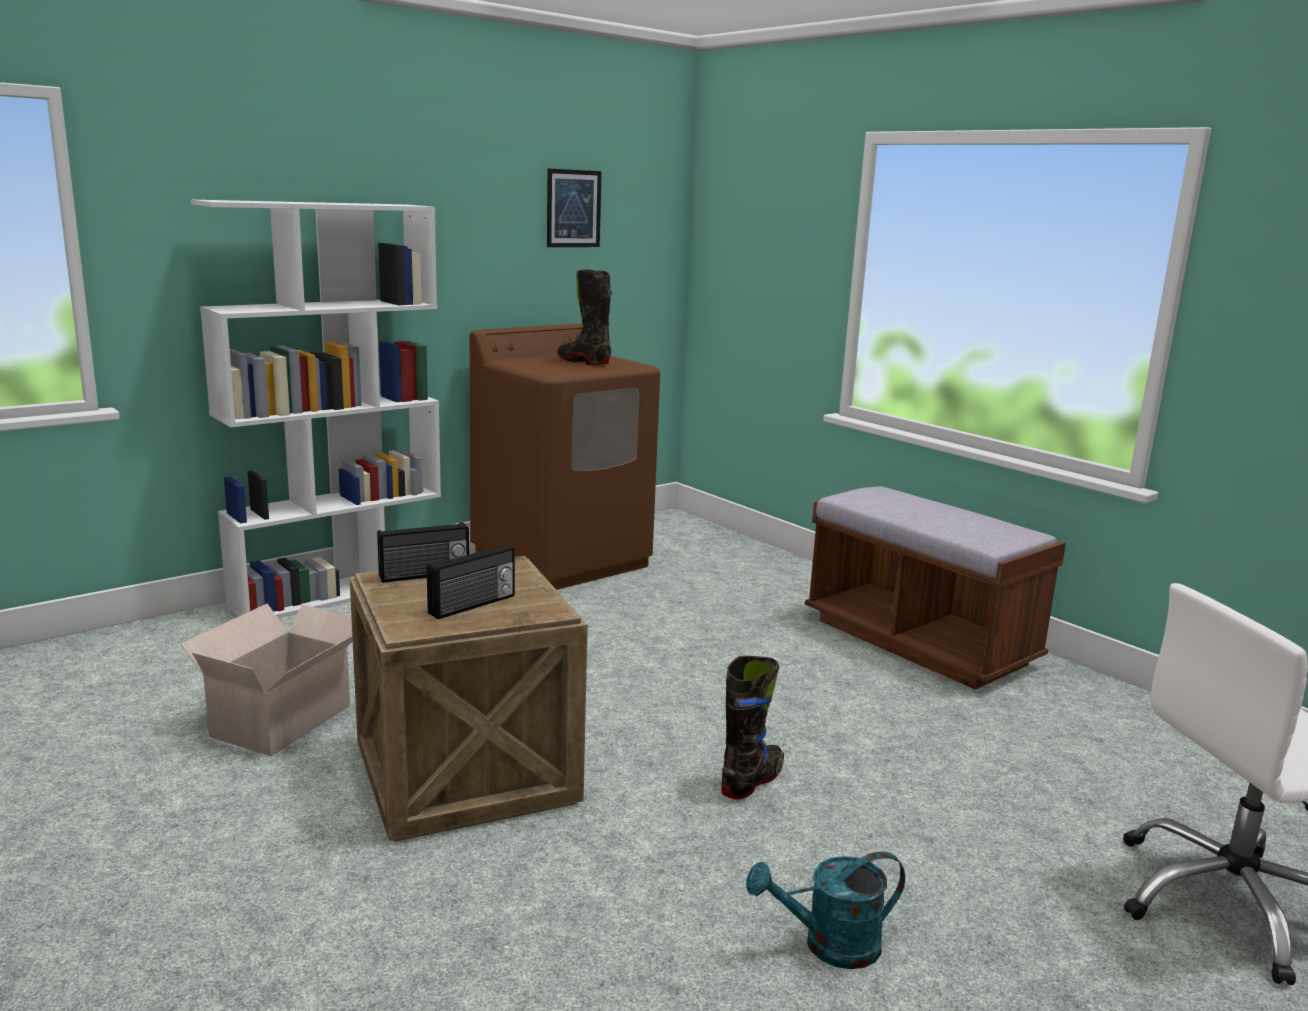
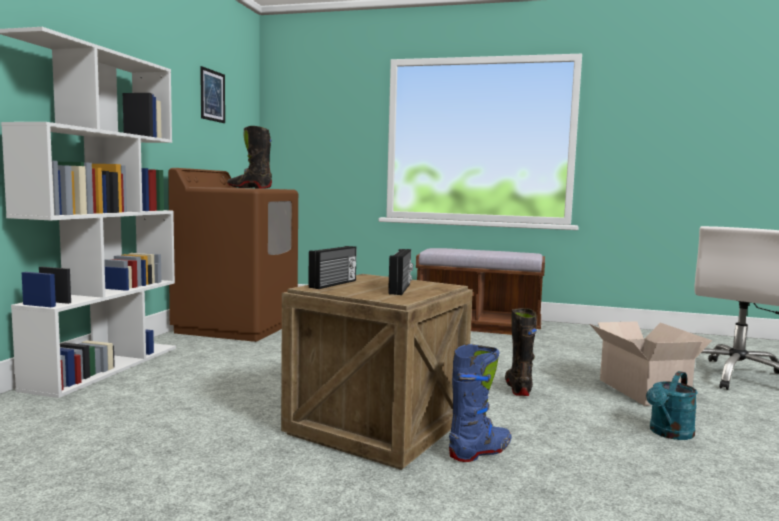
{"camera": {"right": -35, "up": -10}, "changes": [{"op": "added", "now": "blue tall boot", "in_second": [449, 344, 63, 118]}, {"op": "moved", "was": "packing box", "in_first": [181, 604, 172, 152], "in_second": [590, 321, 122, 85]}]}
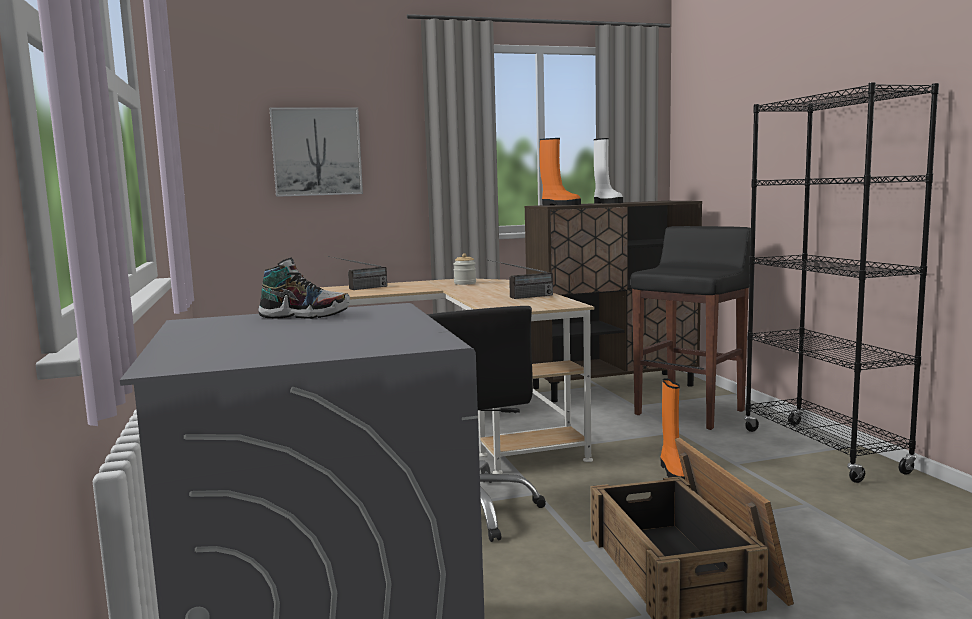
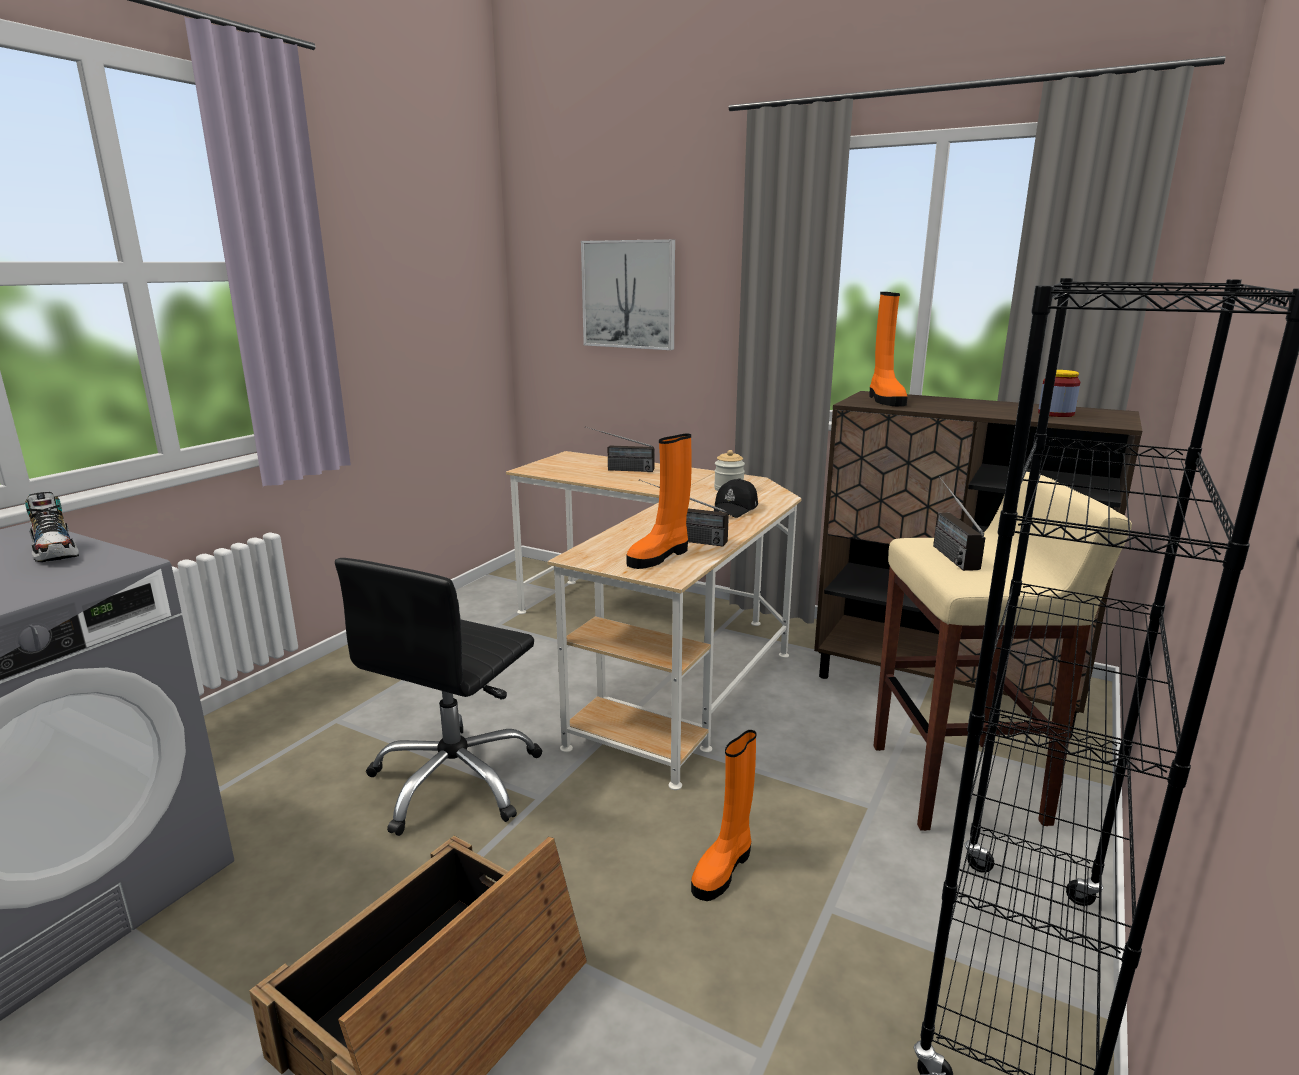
{"camera": {"right": 45, "up": 10}, "changes": [{"op": "added", "now": "orange tall boot", "in_second": [627, 434, 65, 135]}, {"op": "added", "now": "black cap", "in_second": [714, 478, 44, 40]}, {"op": "recoloured", "was": "black stool seat", "now": "beige-coloured stool seat", "in_first": [631, 226, 120, 204], "in_second": [874, 472, 258, 359]}, {"op": "added", "now": "radio", "in_second": [933, 476, 52, 95]}, {"op": "added", "now": "jar", "in_second": [1038, 370, 42, 47]}, {"op": "removed", "was": "white tall boot", "in_first": [594, 138, 29, 65]}]}
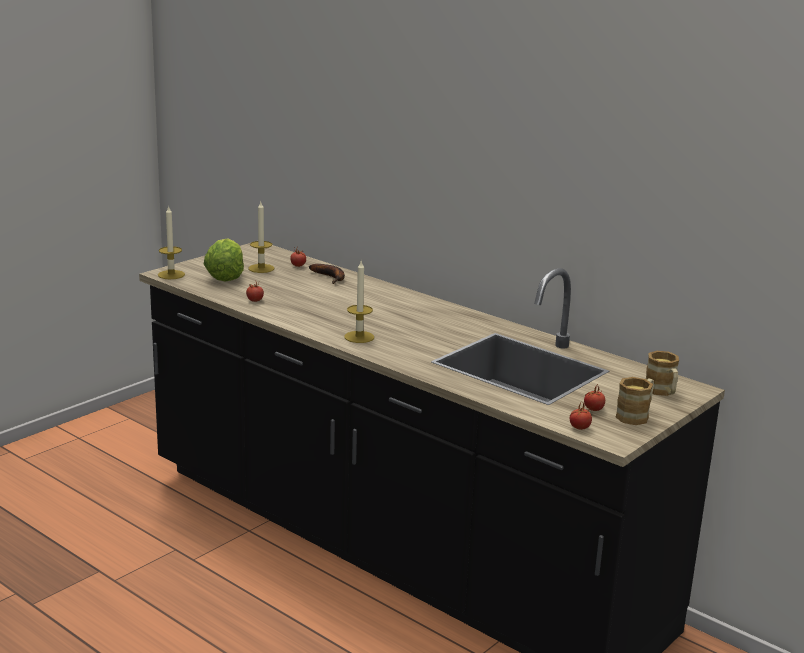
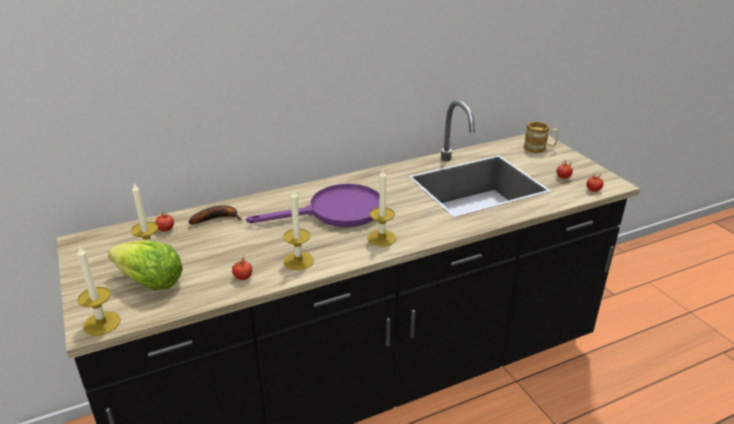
{"camera": {"right": -65, "up": 10}, "changes": [{"op": "added", "now": "purple-coloured frying pan", "in_second": [246, 184, 133, 43]}, {"op": "added", "now": "wax light", "in_second": [283, 188, 31, 82]}, {"op": "removed", "was": "tea mug", "in_first": [615, 377, 39, 48]}]}
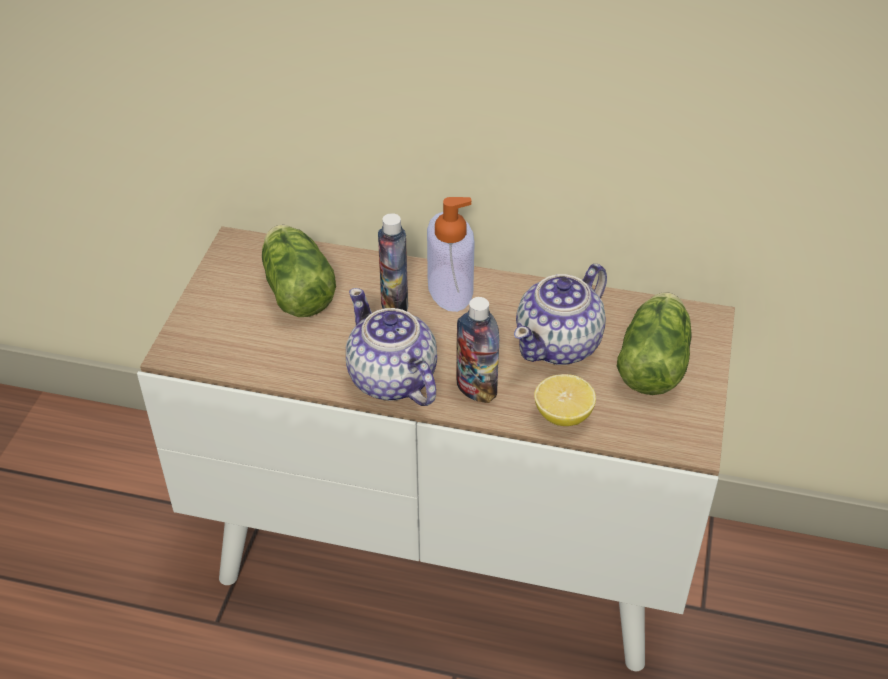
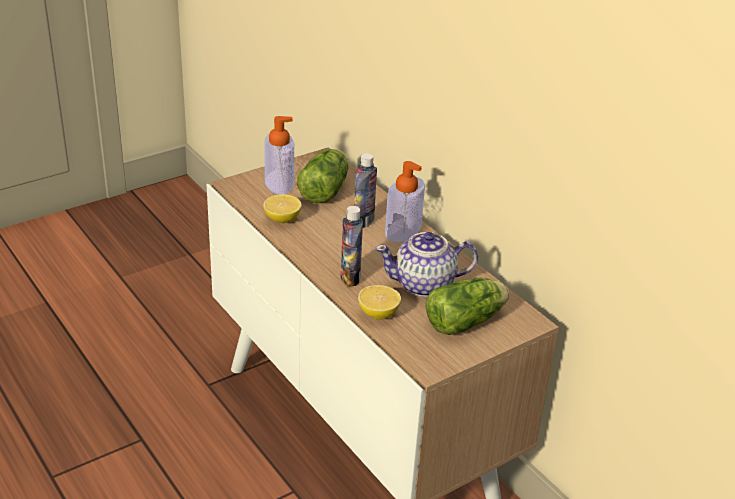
{"camera": {"right": 40, "up": -10}, "changes": [{"op": "added", "now": "whole lemon", "in_second": [263, 194, 39, 29]}, {"op": "added", "now": "soap bottle", "in_second": [264, 116, 30, 78]}, {"op": "removed", "was": "teapot", "in_first": [346, 288, 91, 118]}]}
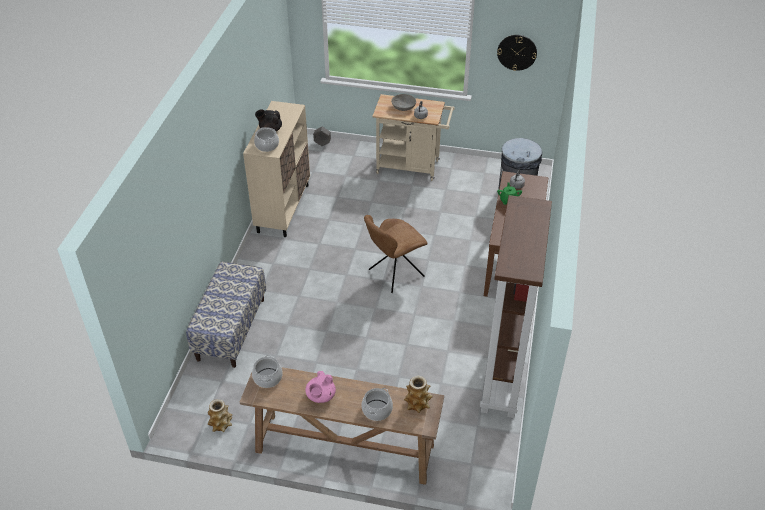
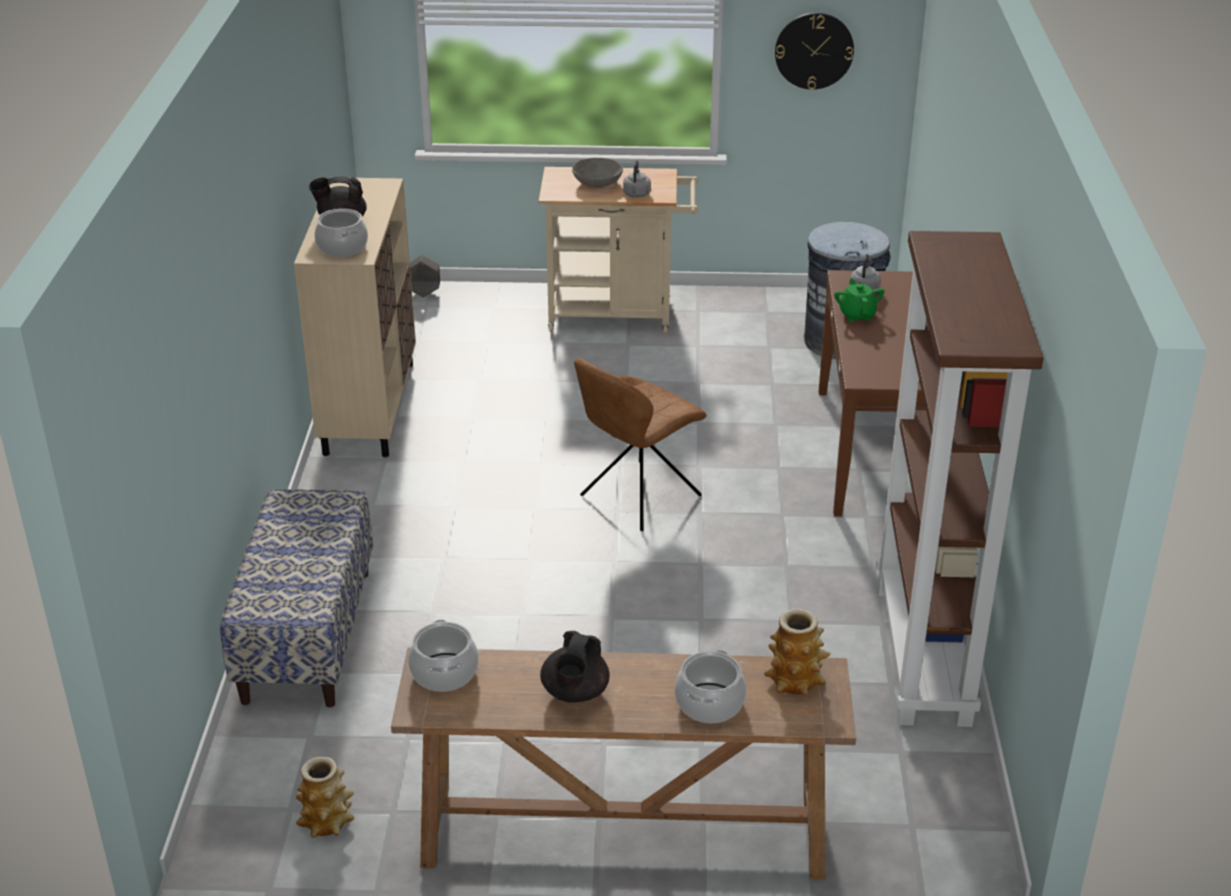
{"camera": {"right": -10, "up": -10}, "changes": [{"op": "recoloured", "was": "pinkish teapot", "now": "black teapot", "in_first": [305, 371, 31, 32], "in_second": [540, 631, 70, 72]}]}
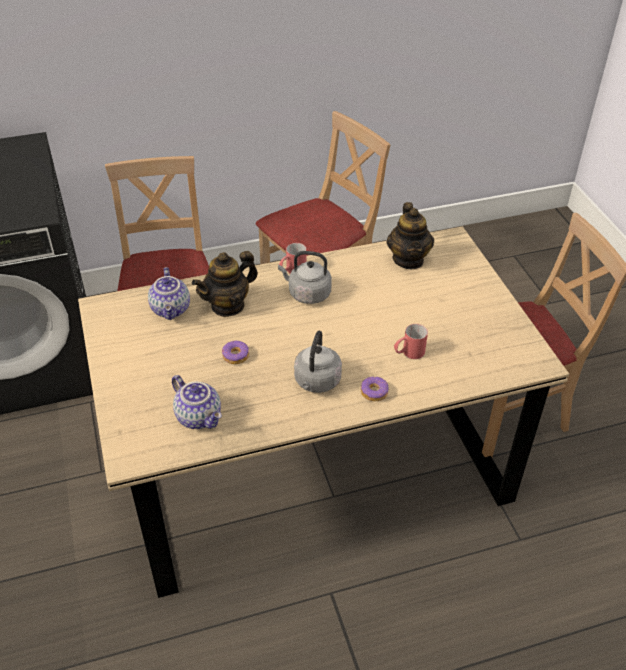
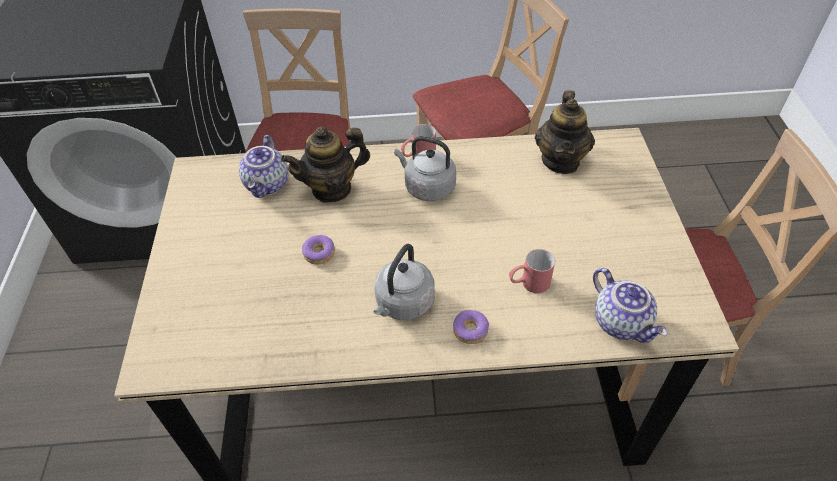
{"camera": {"right": 15, "up": 5}, "changes": [{"op": "moved", "was": "teapot", "in_first": [172, 375, 49, 54], "in_second": [593, 268, 74, 75]}]}
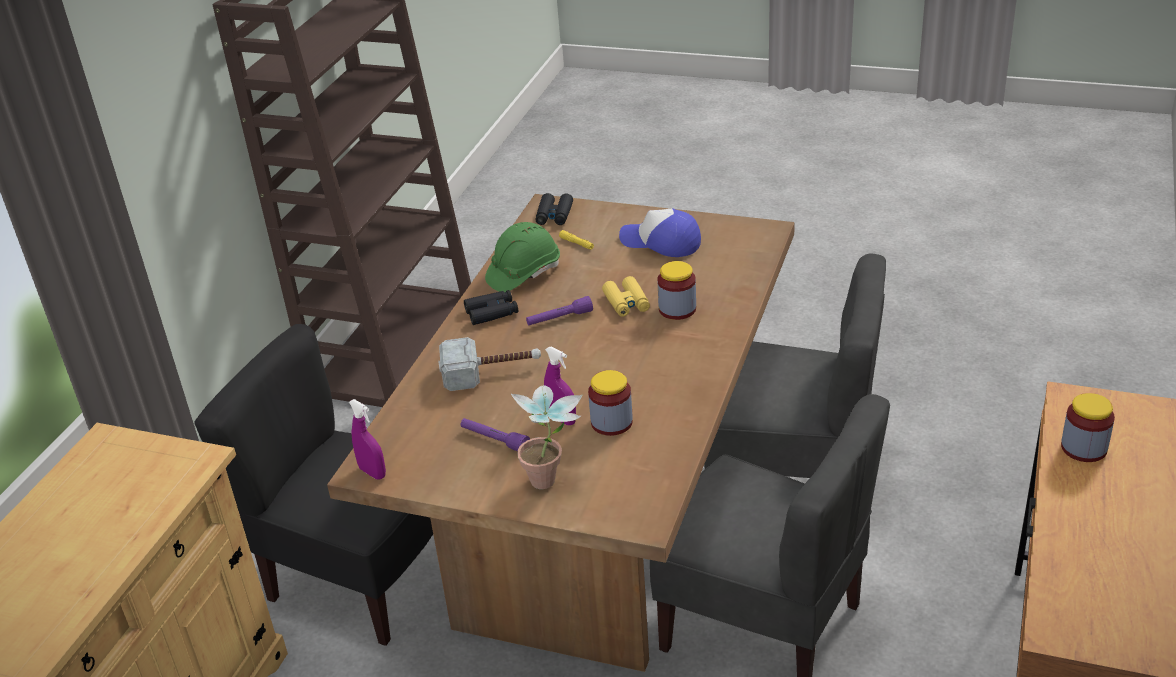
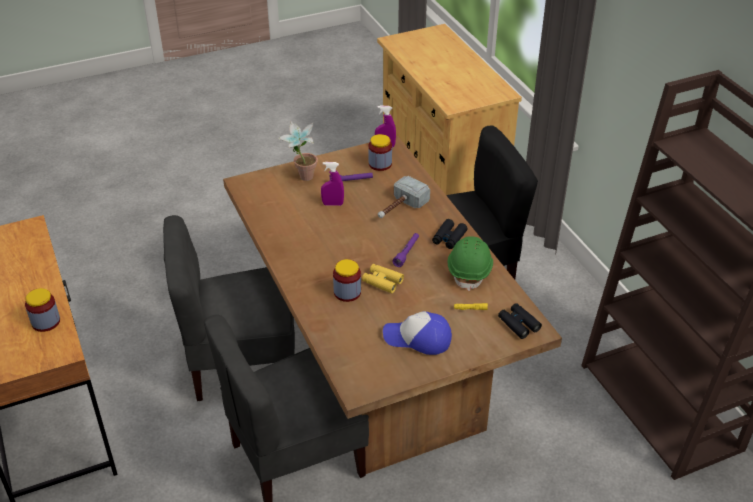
{"camera": {"right": 135, "up": 5}, "changes": [{"op": "moved", "was": "jar", "in_first": [588, 370, 45, 66], "in_second": [368, 134, 24, 37]}, {"op": "turned", "was": "cap", "in_first": [619, 208, 82, 49], "in_second": [383, 311, 69, 44], "clockwise": -150}]}
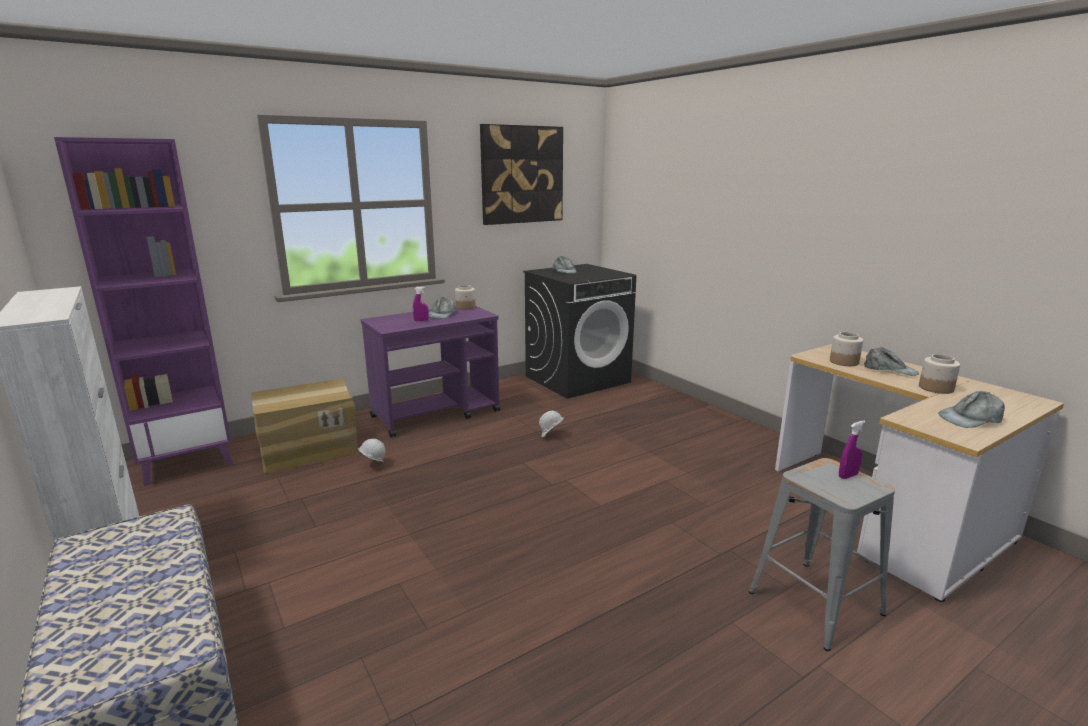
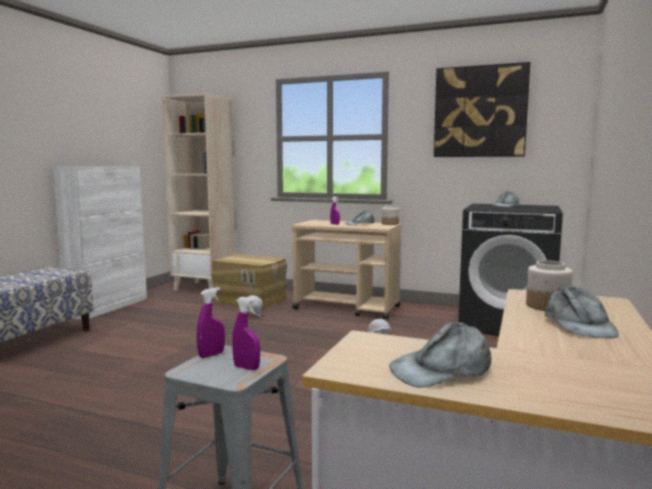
{"camera": {"right": 55, "up": -10}, "changes": [{"op": "recoloured", "was": "purple-coloured bookcase", "now": "beige-coloured bookcase", "in_first": [54, 137, 179, 349], "in_second": [162, 93, 74, 198]}, {"op": "added", "now": "purple-coloured spray bottle", "in_second": [197, 287, 28, 71]}, {"op": "recoloured", "was": "purple-coloured trolley", "now": "beige-coloured trolley", "in_first": [360, 306, 140, 132], "in_second": [291, 220, 111, 100]}, {"op": "turned", "was": "greyish cap", "in_first": [938, 391, 67, 37], "in_second": [389, 322, 102, 66], "clockwise": -60}, {"op": "removed", "was": "jar", "in_first": [919, 354, 41, 40]}]}
